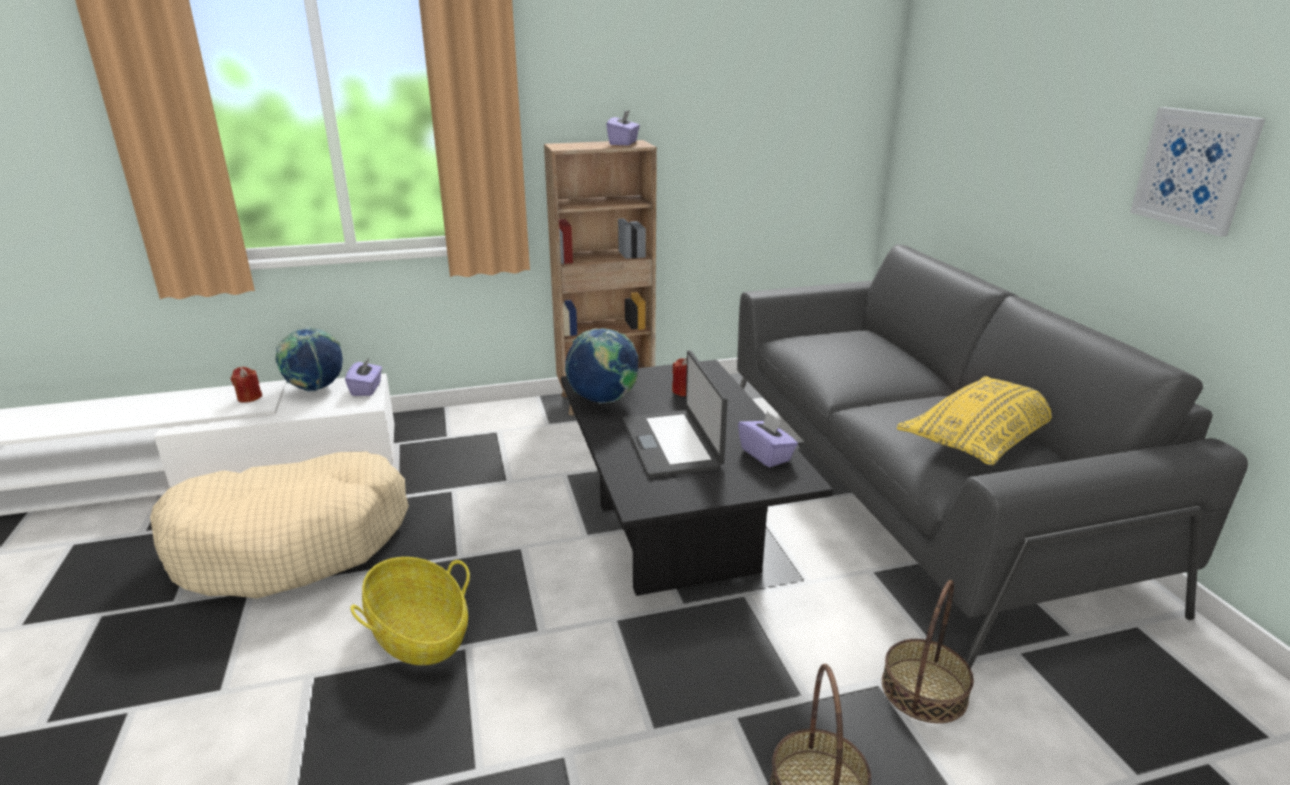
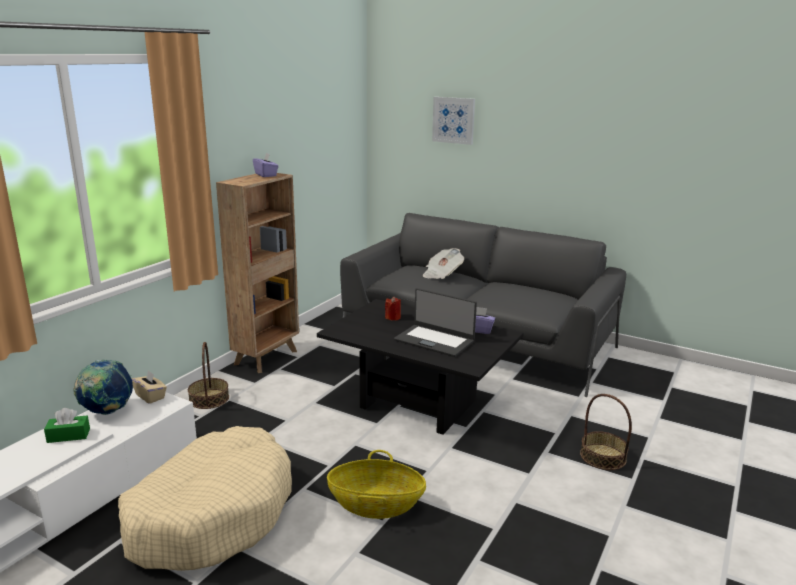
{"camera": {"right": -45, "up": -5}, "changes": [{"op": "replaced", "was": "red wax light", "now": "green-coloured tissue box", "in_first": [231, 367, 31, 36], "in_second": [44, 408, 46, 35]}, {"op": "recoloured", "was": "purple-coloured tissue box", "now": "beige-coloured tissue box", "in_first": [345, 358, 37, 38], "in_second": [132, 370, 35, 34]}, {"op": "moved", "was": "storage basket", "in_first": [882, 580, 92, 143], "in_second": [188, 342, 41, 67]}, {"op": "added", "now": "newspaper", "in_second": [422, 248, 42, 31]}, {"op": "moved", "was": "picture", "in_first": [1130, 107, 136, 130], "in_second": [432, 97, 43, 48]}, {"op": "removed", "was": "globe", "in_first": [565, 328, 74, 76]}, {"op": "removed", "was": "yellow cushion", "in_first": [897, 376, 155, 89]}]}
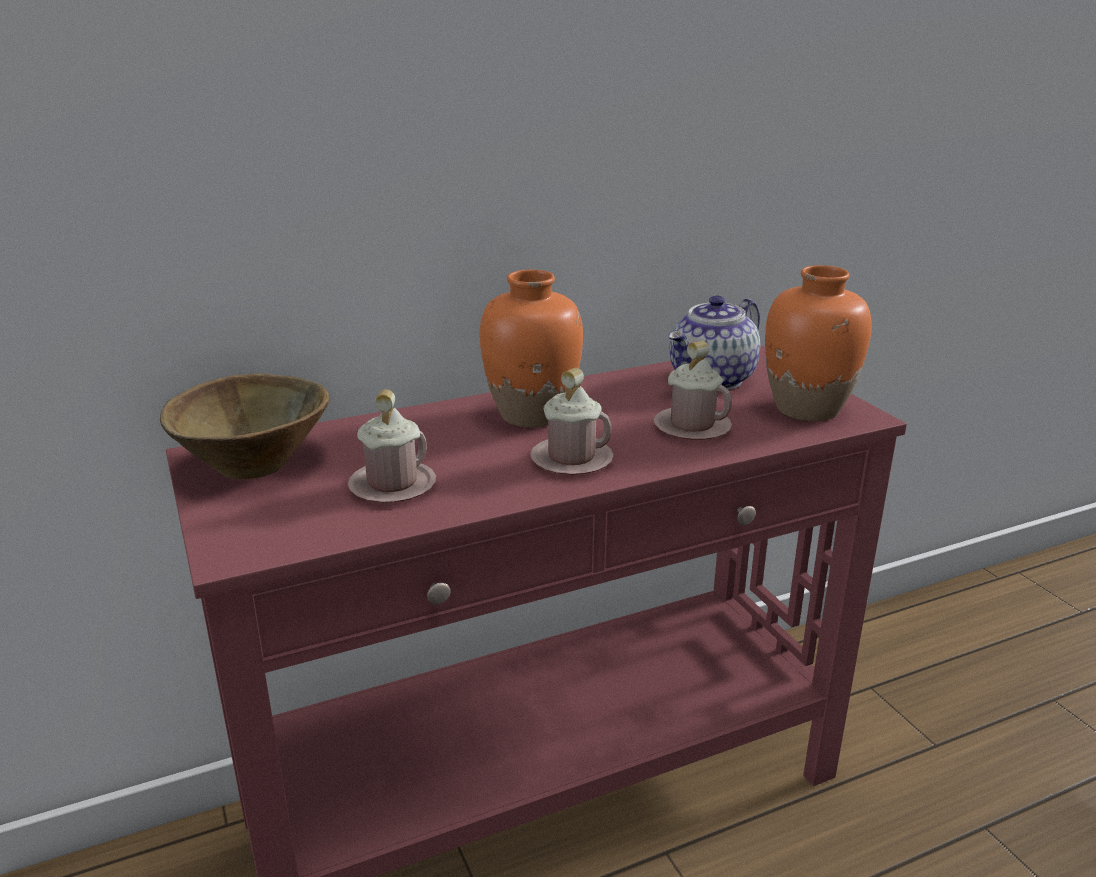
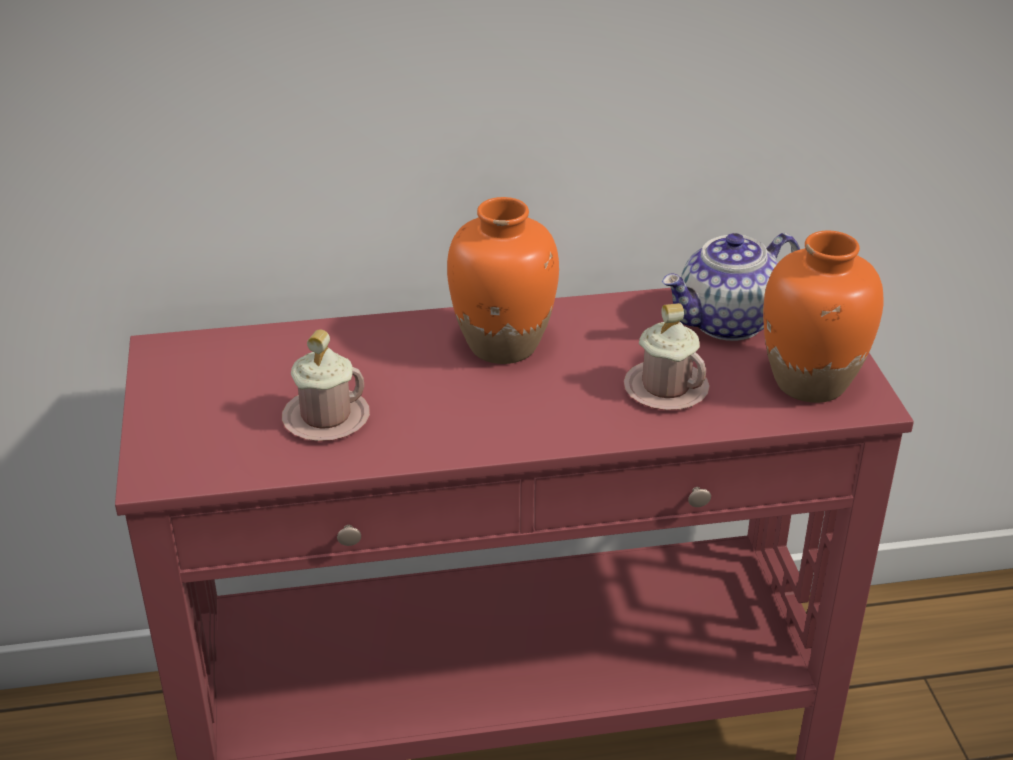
{"camera": {"right": 15, "up": 10}, "changes": [{"op": "removed", "was": "brown deep dish", "in_first": [160, 373, 170, 106]}, {"op": "removed", "was": "pinkish tea mug", "in_first": [530, 368, 84, 107]}]}
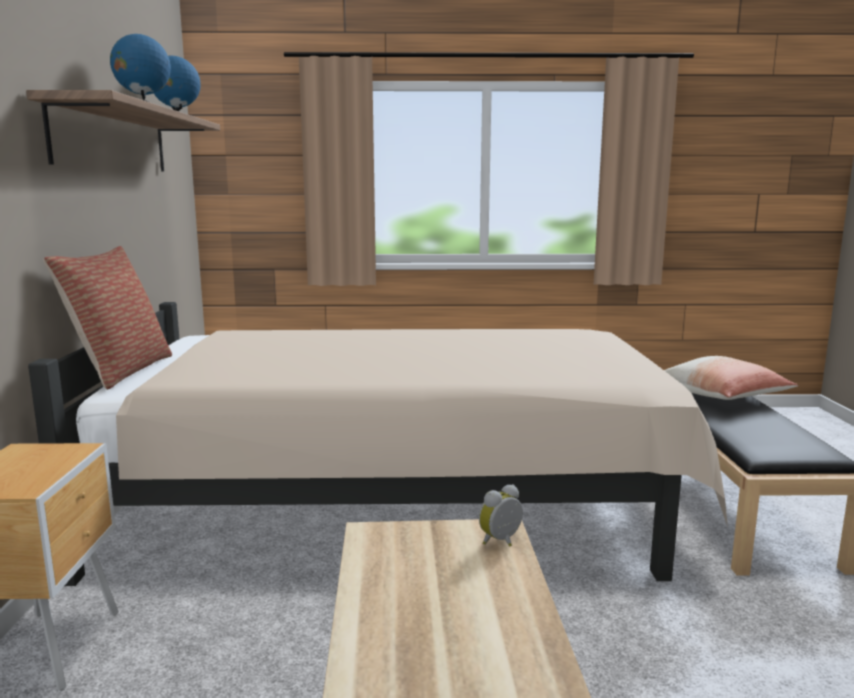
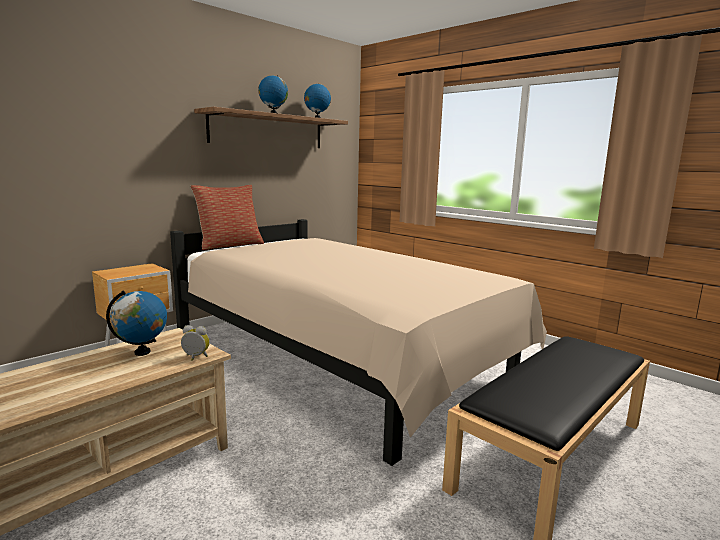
{"camera": {"right": 45, "up": 0}, "changes": [{"op": "added", "now": "globe", "in_second": [106, 290, 61, 66]}, {"op": "removed", "was": "cushion", "in_first": [664, 356, 134, 44]}]}
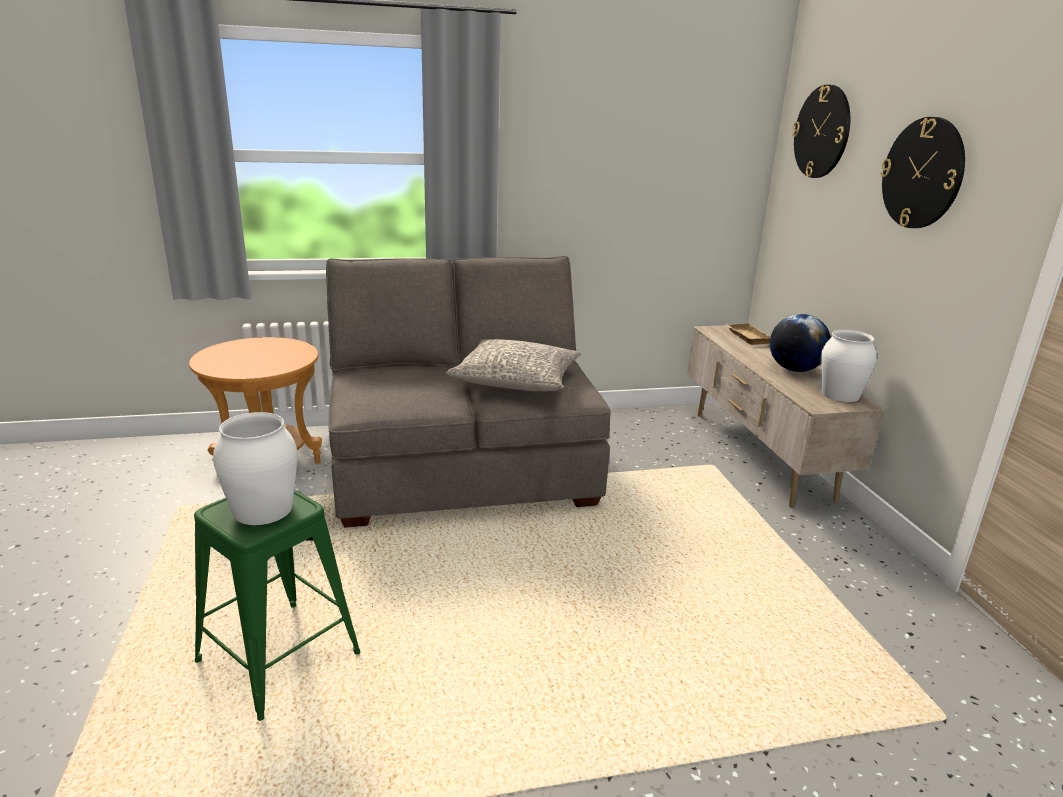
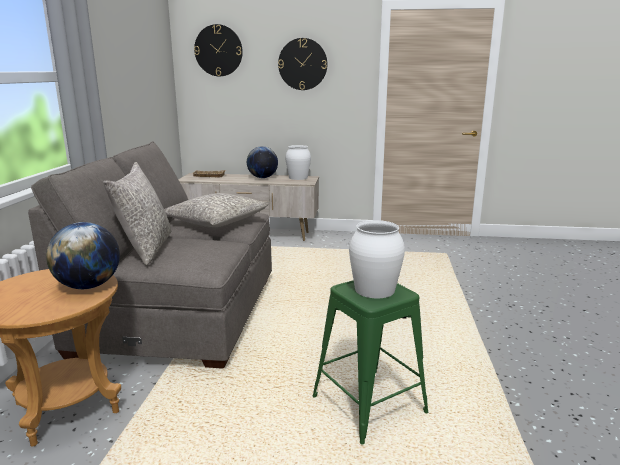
{"camera": {"right": -70, "up": -5}, "changes": [{"op": "added", "now": "globe", "in_second": [46, 222, 74, 67]}, {"op": "added", "now": "greyish cushion", "in_second": [103, 162, 68, 103]}]}
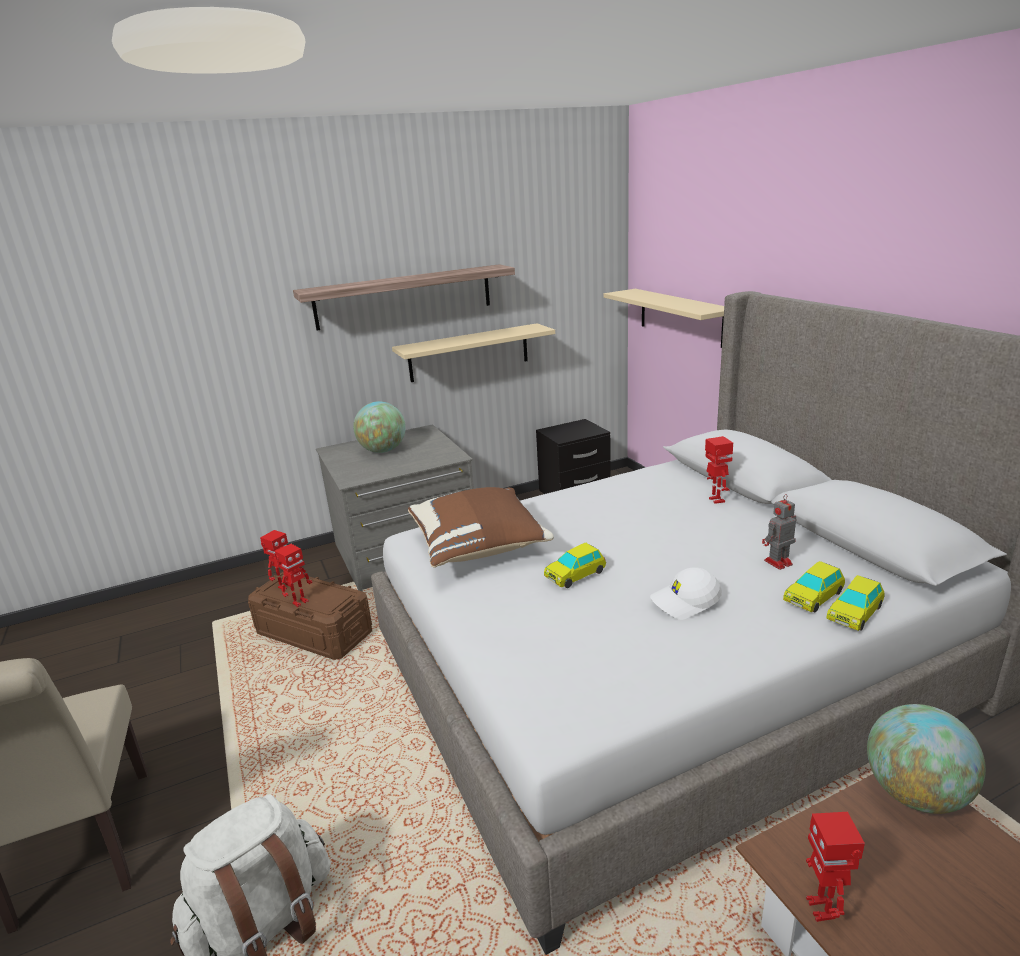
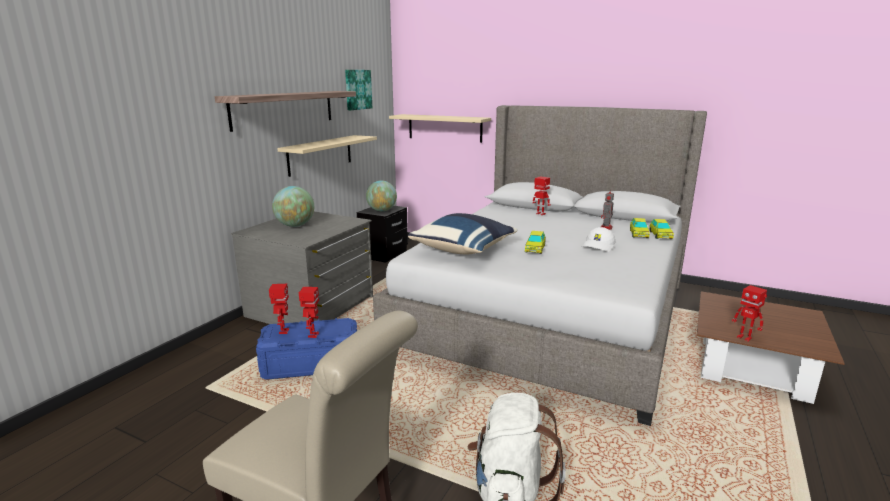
{"camera": {"right": -40, "up": -5}, "changes": [{"op": "recoloured", "was": "brown storage box", "now": "blue storage box", "in_first": [248, 572, 124, 88], "in_second": [256, 318, 101, 62]}, {"op": "added", "now": "picture", "in_second": [345, 70, 27, 40]}, {"op": "moved", "was": "globe", "in_first": [867, 704, 119, 110], "in_second": [366, 180, 31, 31]}, {"op": "recoloured", "was": "brown cushion", "now": "blue cushion", "in_first": [408, 487, 146, 81], "in_second": [408, 213, 109, 41]}]}
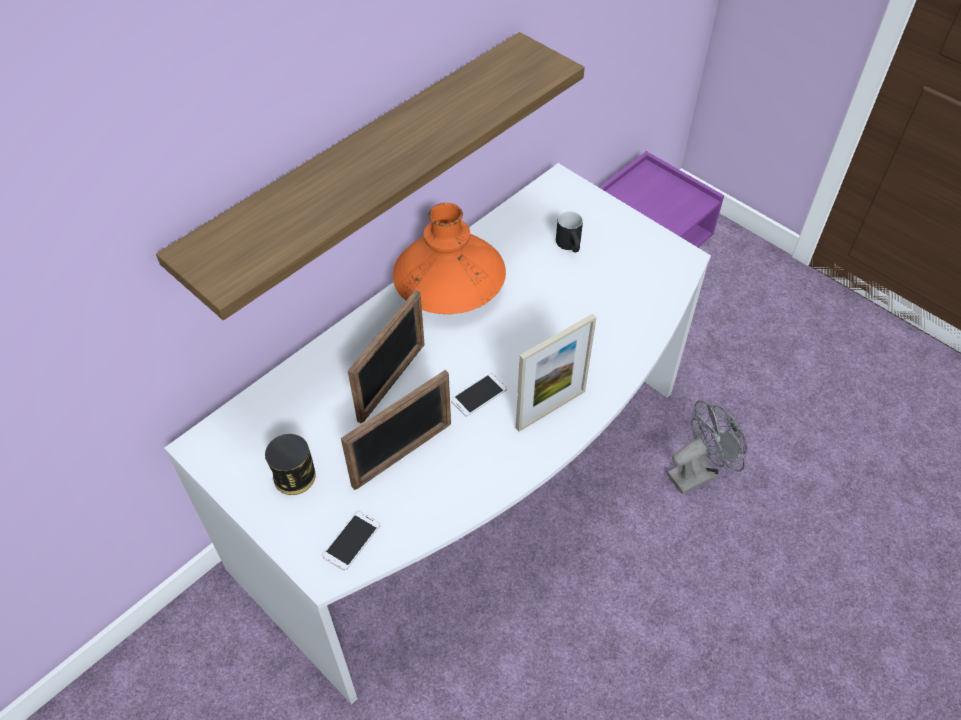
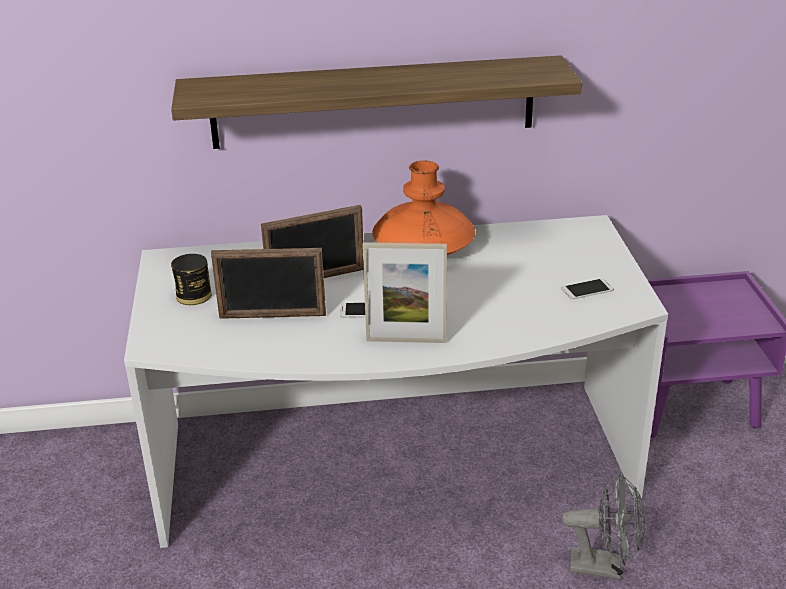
{"camera": {"right": 40, "up": -20}, "changes": [{"op": "moved", "was": "telephone", "in_first": [323, 511, 57, 60], "in_second": [561, 278, 53, 22]}, {"op": "removed", "was": "black tea mug", "in_first": [556, 211, 27, 41]}]}
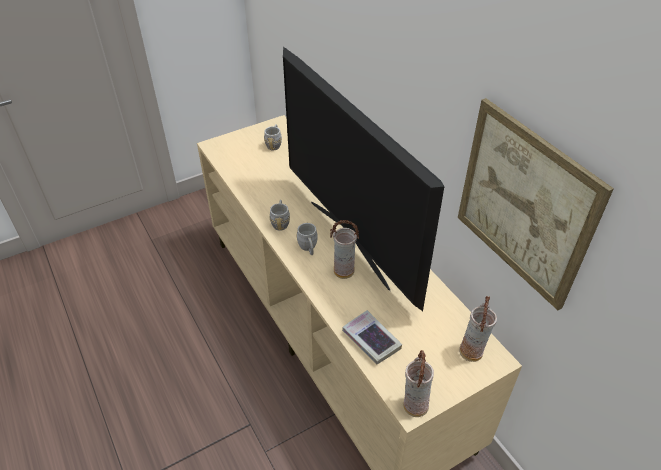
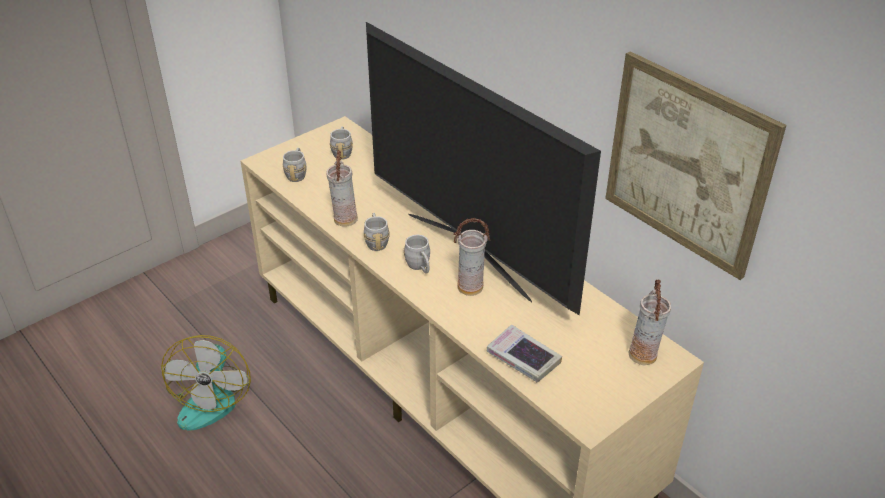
{"camera": {"right": -10, "up": -5}, "changes": [{"op": "added", "now": "electric fan", "in_second": [161, 335, 90, 96]}, {"op": "added", "now": "greyish tea mug", "in_second": [283, 148, 24, 34]}, {"op": "moved", "was": "vase", "in_first": [403, 350, 31, 67], "in_second": [326, 150, 32, 77]}]}
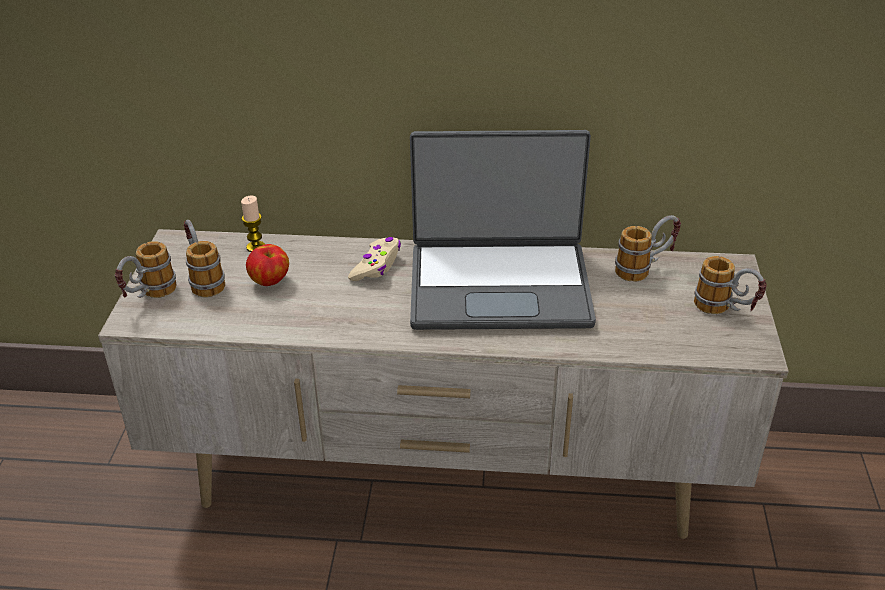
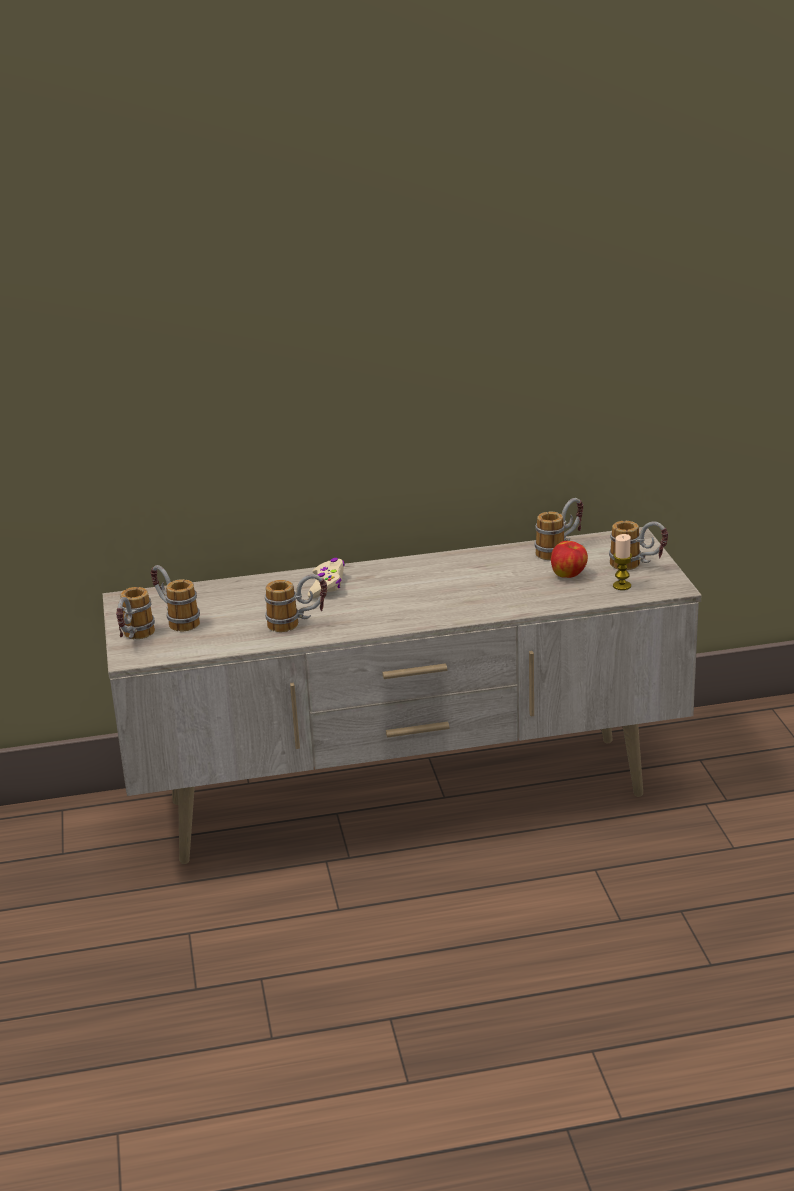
{"camera": {"right": -15, "up": -10}, "changes": [{"op": "added", "now": "tea mug", "in_second": [265, 574, 62, 58]}, {"op": "moved", "was": "whole apple", "in_first": [246, 244, 43, 42], "in_second": [551, 541, 37, 37]}, {"op": "moved", "was": "wax light", "in_first": [241, 196, 24, 56], "in_second": [613, 534, 19, 56]}, {"op": "removed", "was": "portable computer", "in_first": [410, 130, 186, 200]}]}
